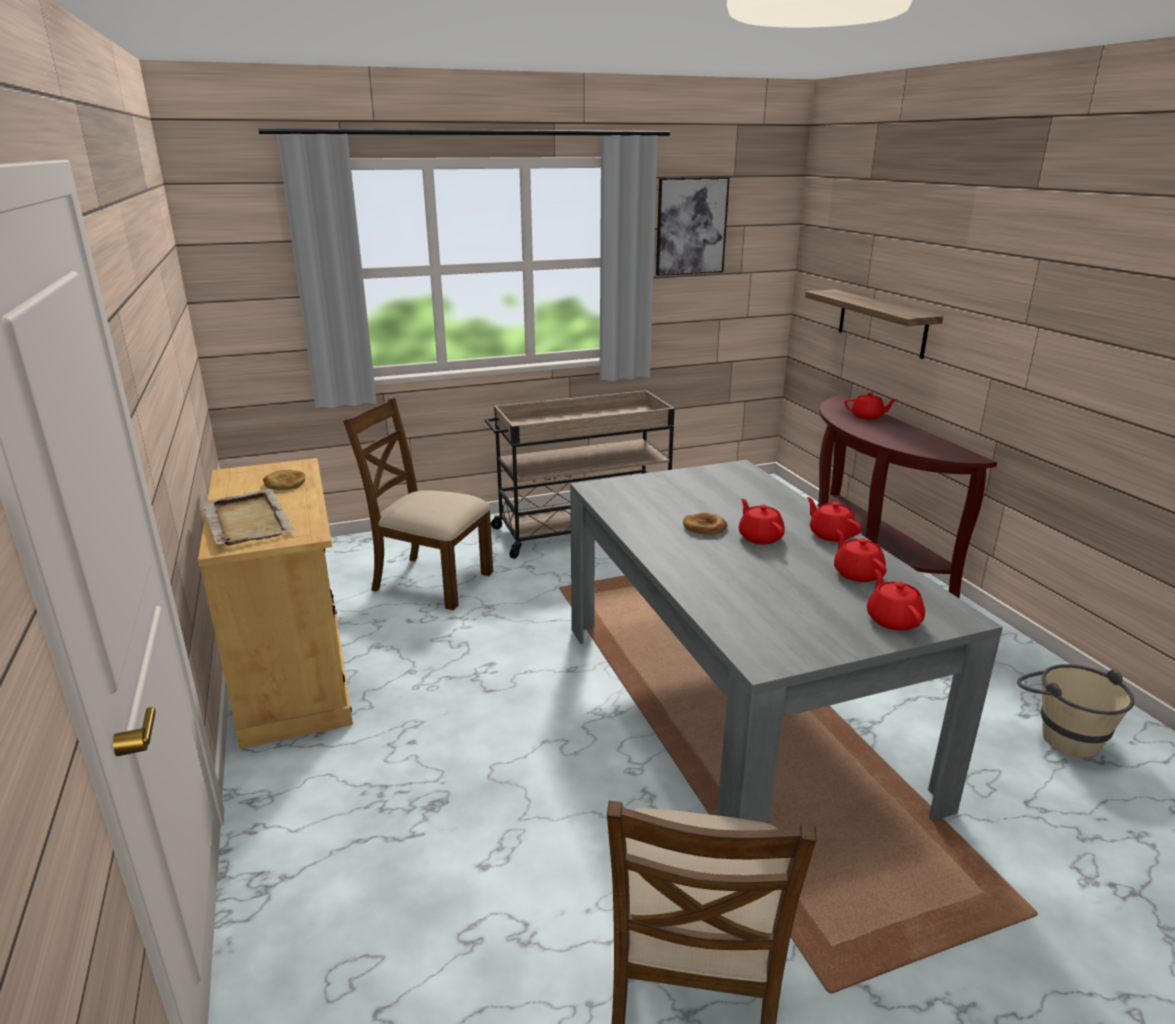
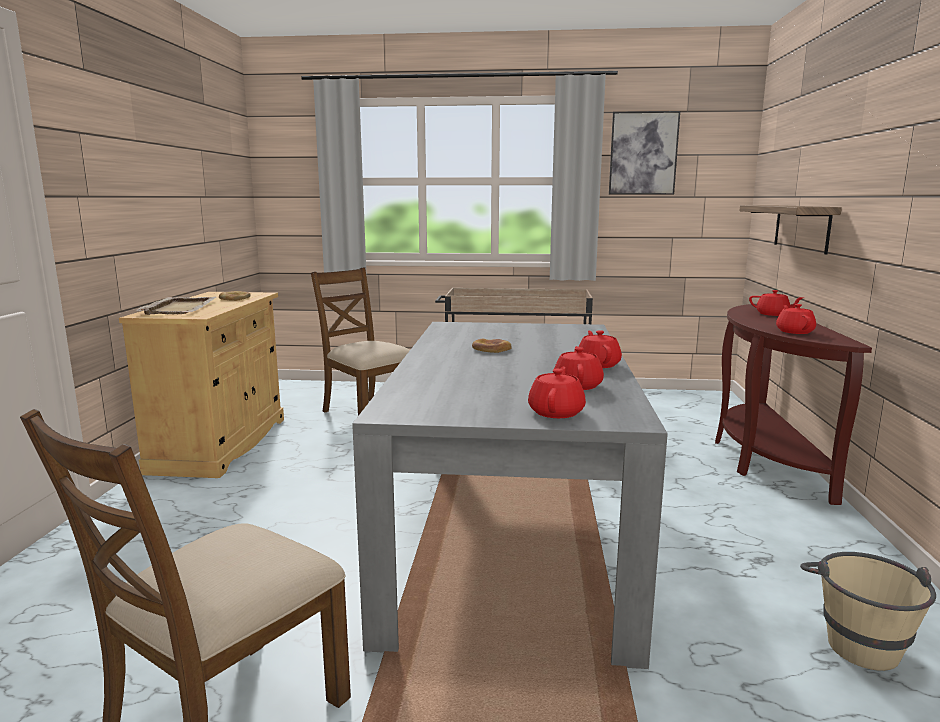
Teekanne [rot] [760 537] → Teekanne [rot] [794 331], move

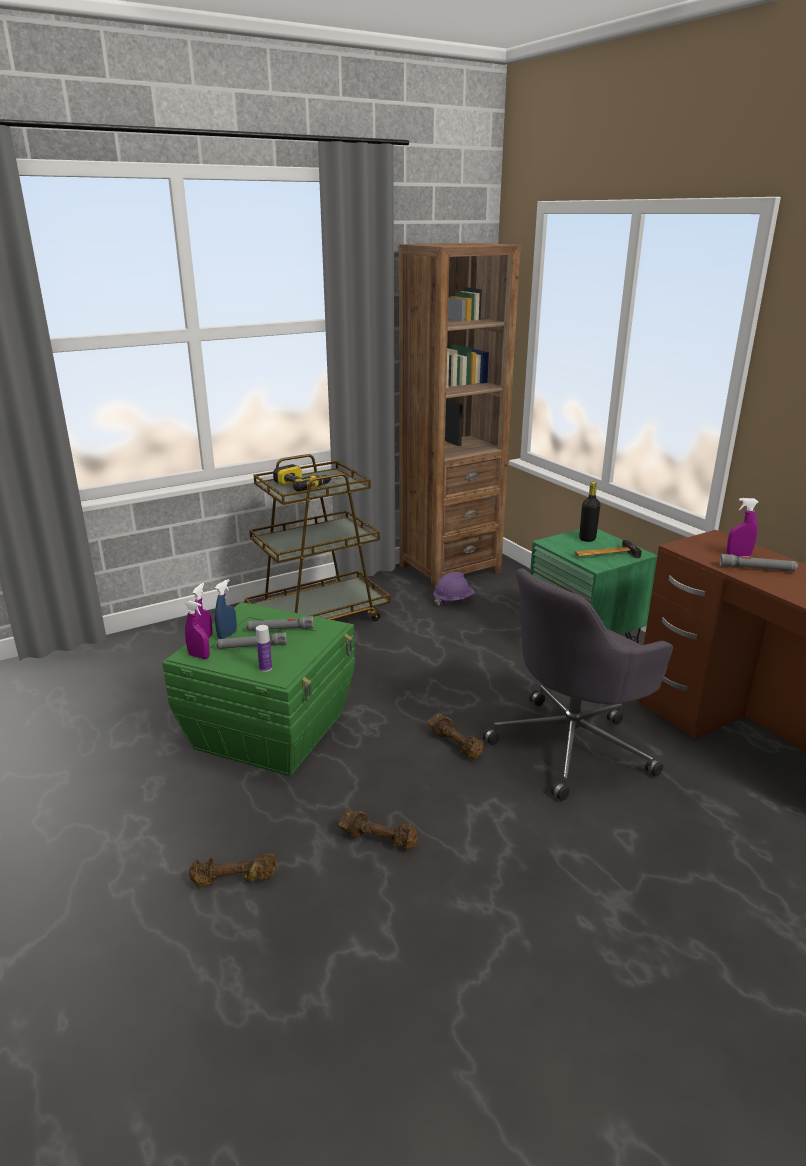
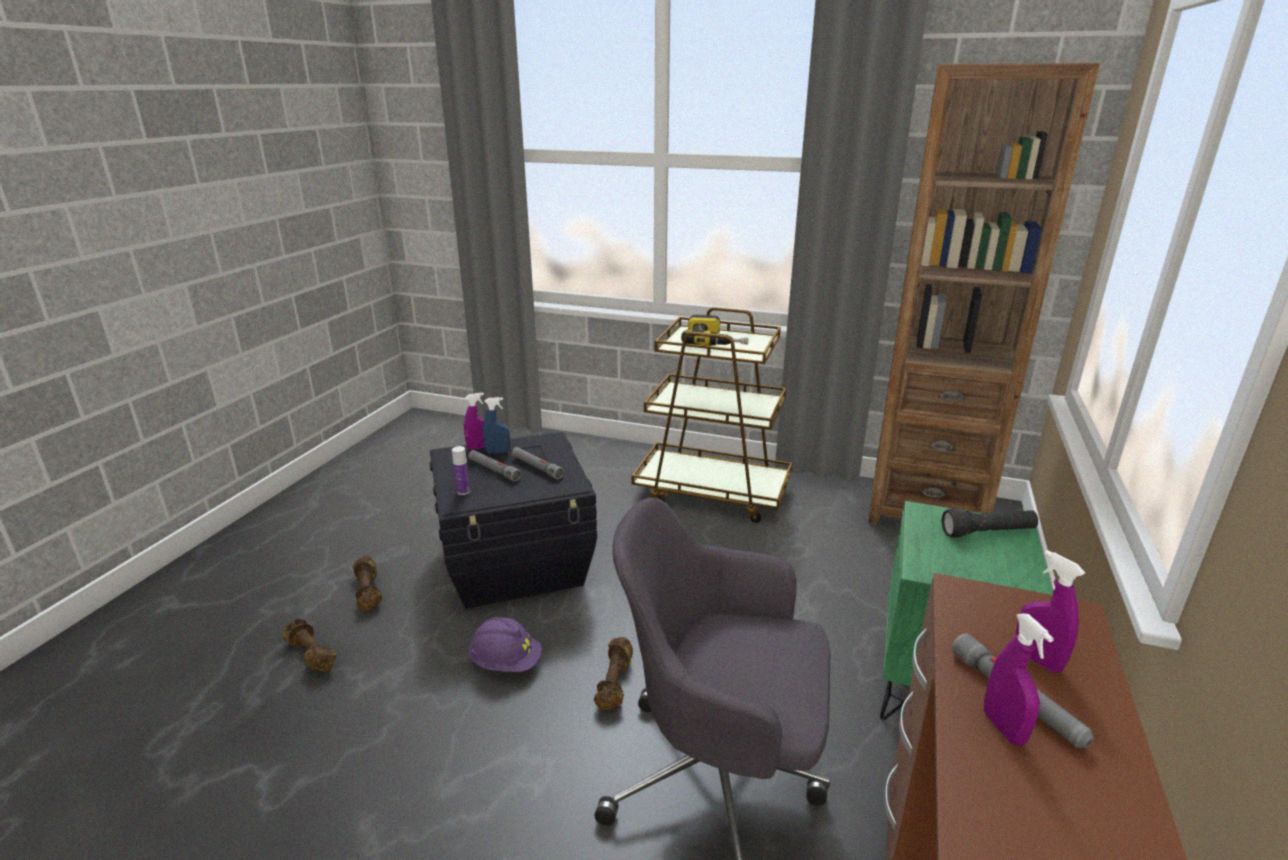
Flasche [schwarz] [587 539] → Taschenlampe [schwarz] [987 533]
Hammer [604 554] → -
Schutzhelm [lila] [453 600] → Schutzhelm [lila] [506 662], move
Sprühflasche [lila] [199 656] → Sprühflasche [lila] [1003 728], move
Aufbewahrungsbox [grün] [271 729] → Aufbewahrungsbox [schwarz] [518 563]
Hantel [braun] [379 839] → Hantel [braun] [369 592], move

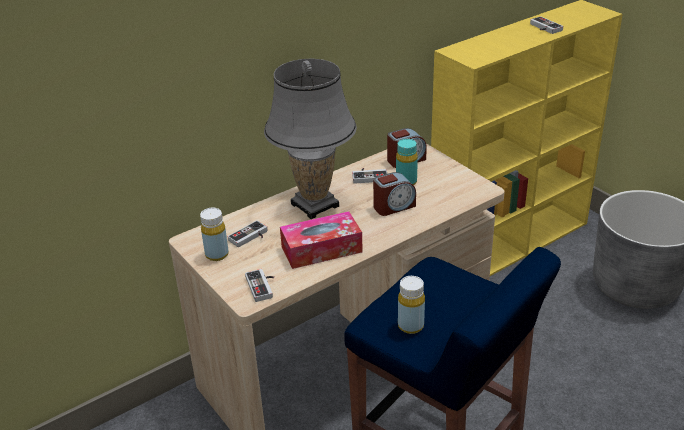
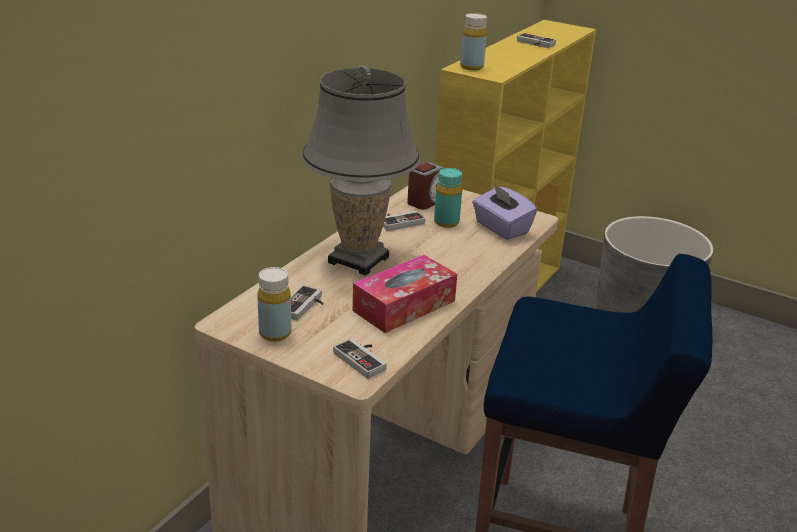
Wecker [394 206] → -
Flasche [gelb] [410 326] → Flasche [gelb] [471 67], move
- → Taschentuchbox [lila] [501 228]

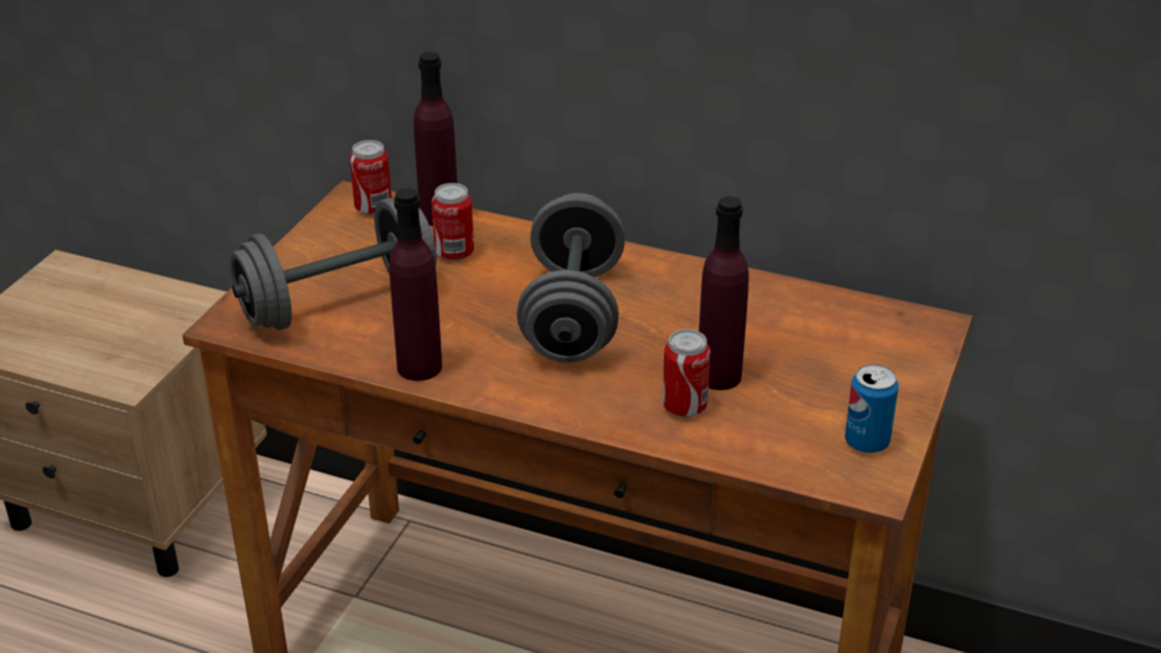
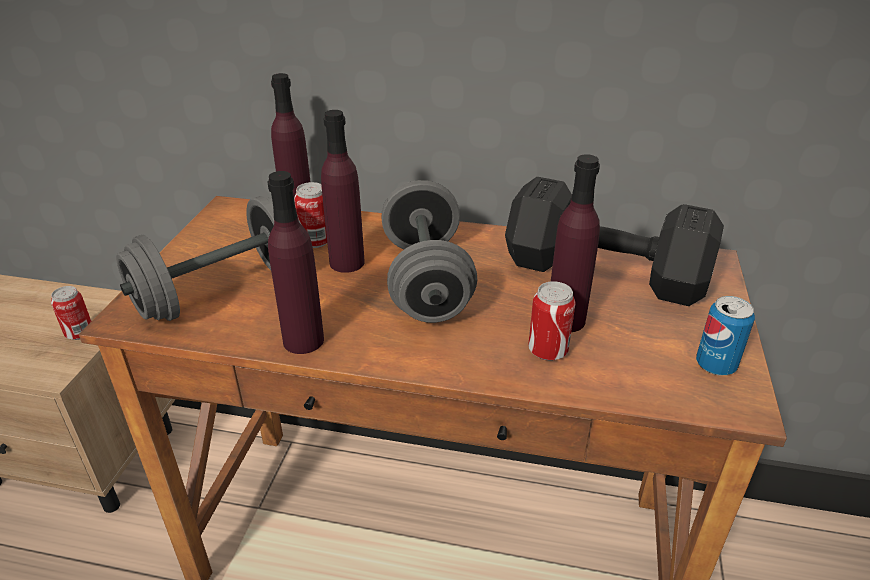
Dose [373 208] → Dose [79 333], move
- → Flasche [lila] [347 262]
- → Hantel [schwarz] [608 275]

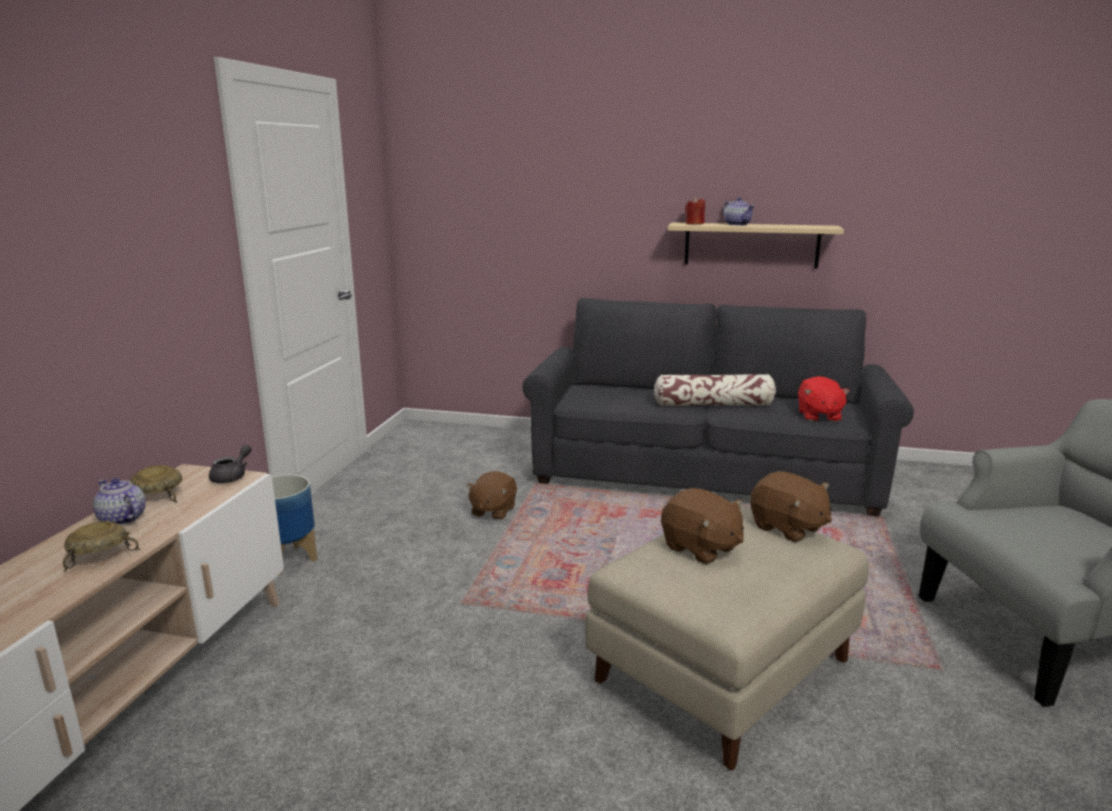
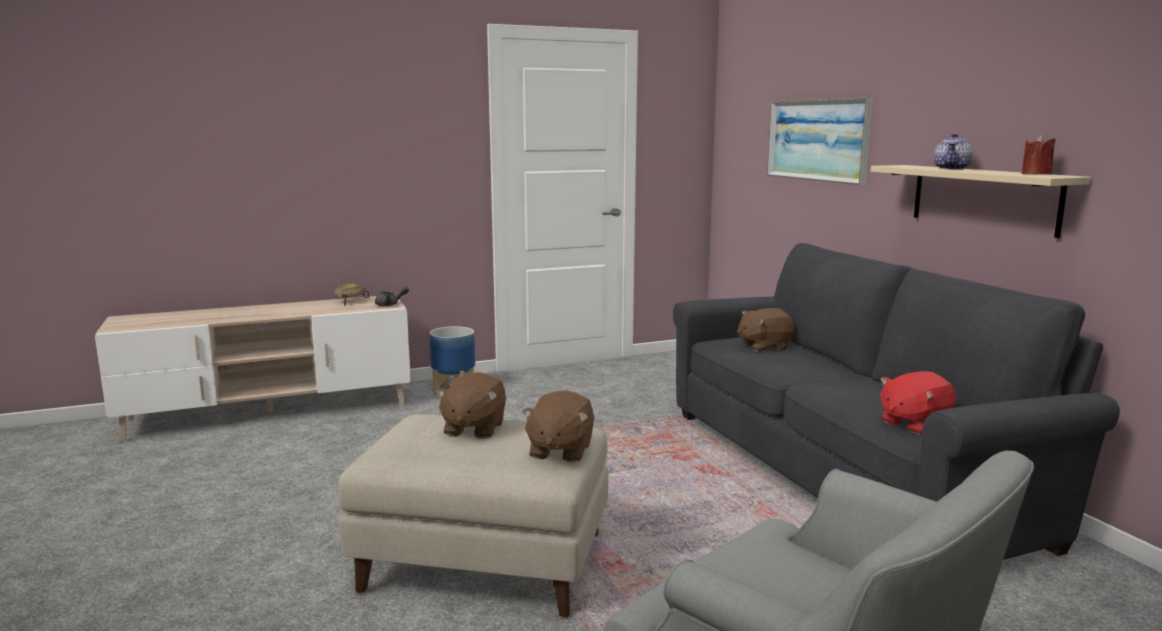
Kerze [rot] [694 224] → Kerze [rot] [1036 174], move
Kissen [713 405] → -
Plüschtier [braun] [493 511] → Plüschtier [braun] [764 346], move
Teekanne [121 519] → -
Schüssel [beige] [101 556] → -
- → Bild [817 140]

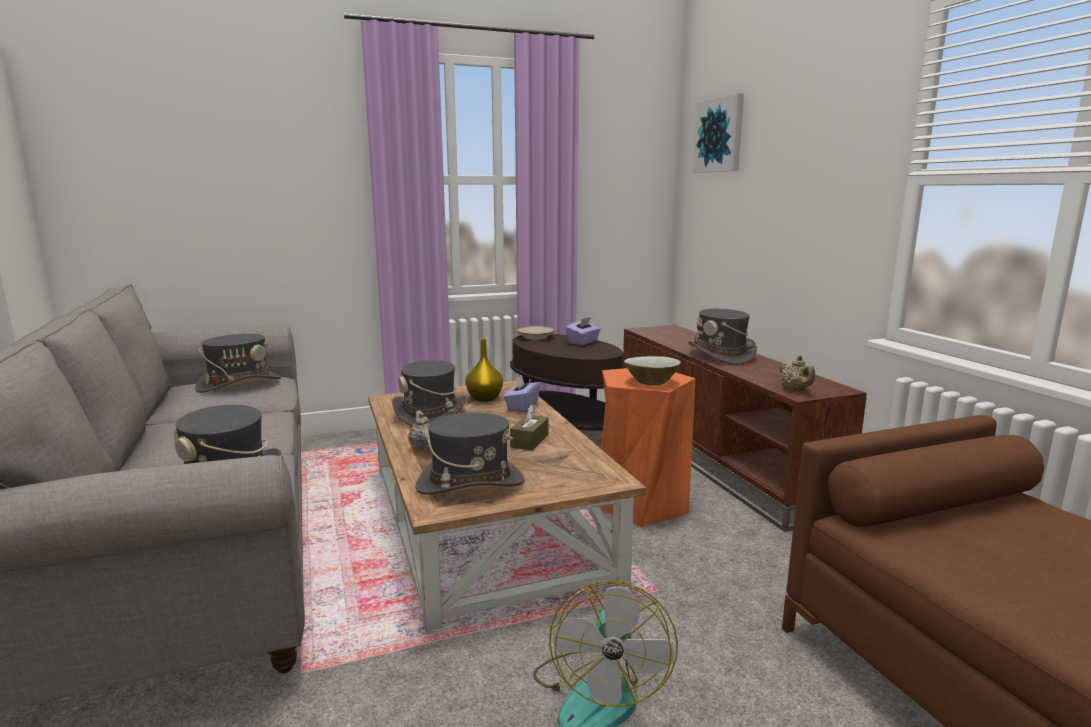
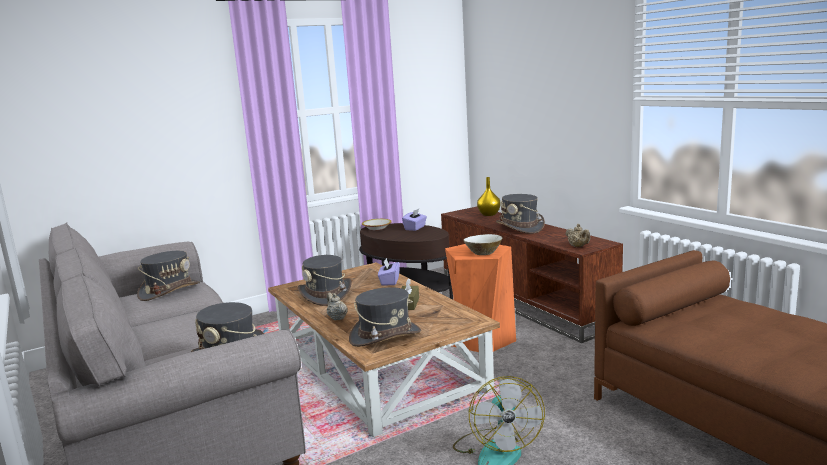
Bild [719 135] → -
Vase [gelb] [485 399] → Vase [gelb] [489 214], move

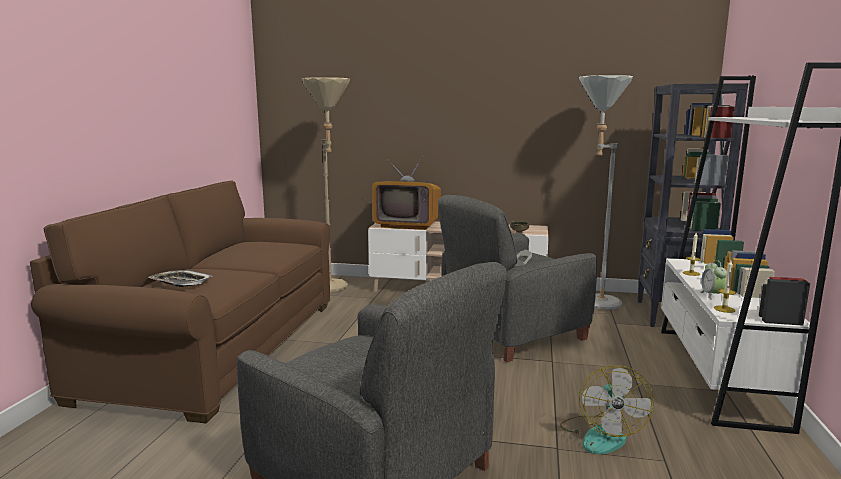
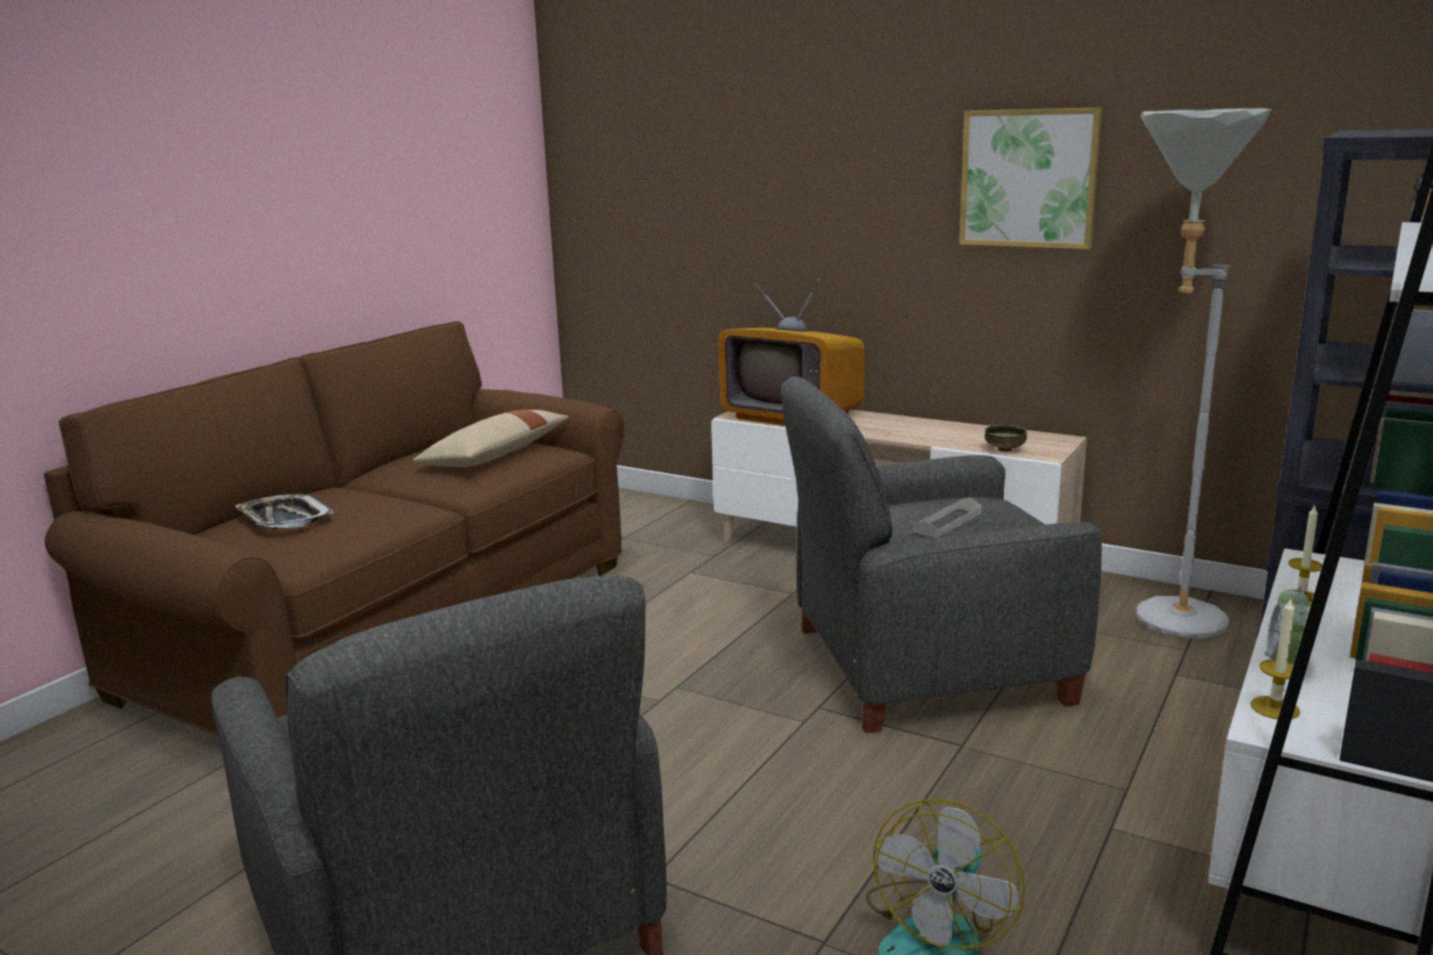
Stehlampe [beige] [332 289] → -
- → Bild [1028 178]
- → Kissen [beige] [496 455]

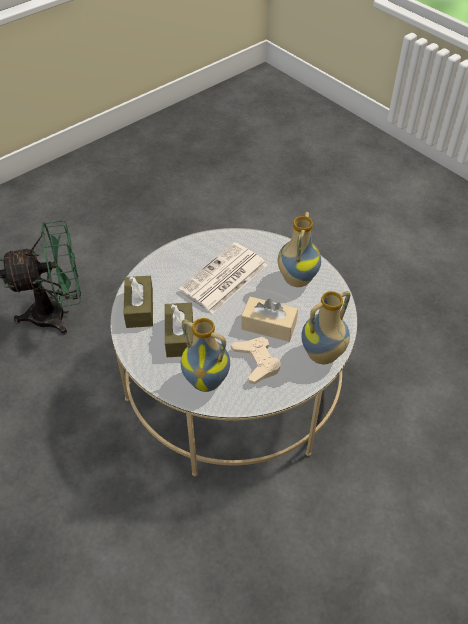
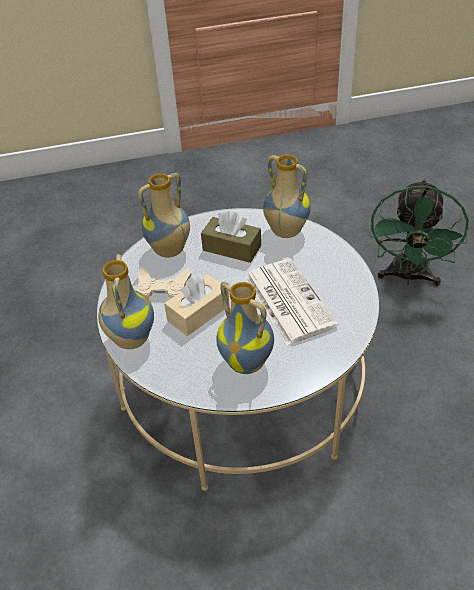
Taschentuchbox [braun] [139 308] → Vase [285 232]

